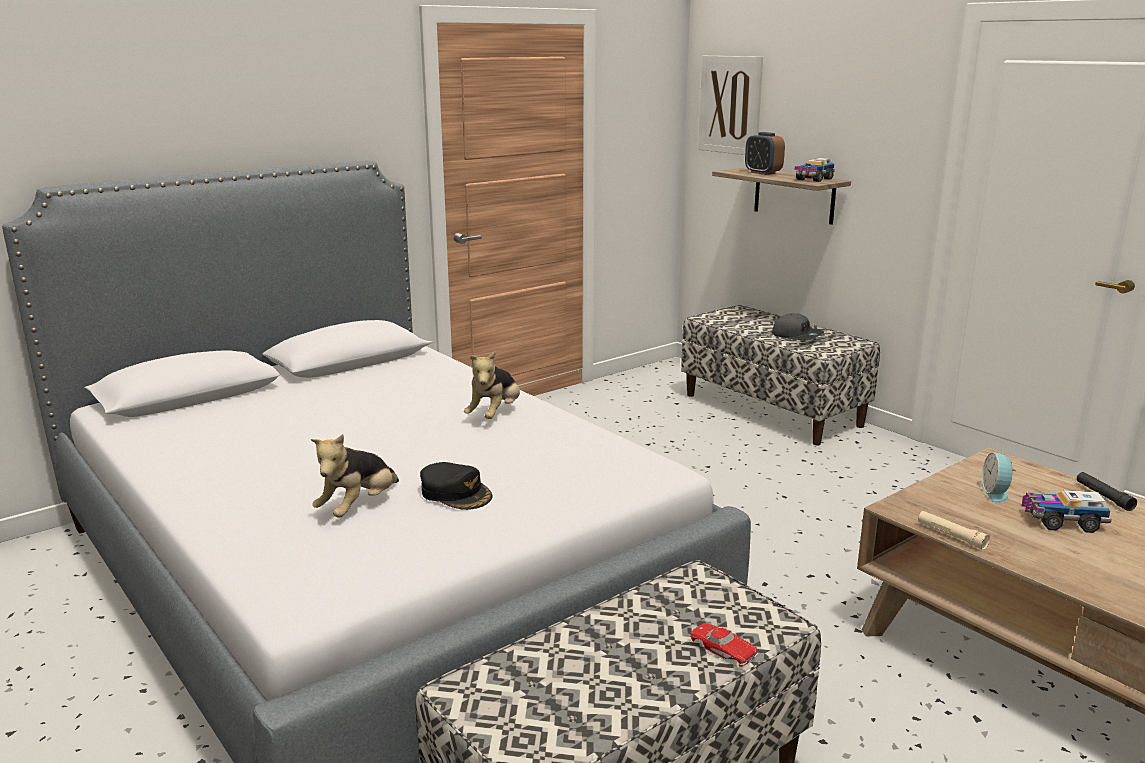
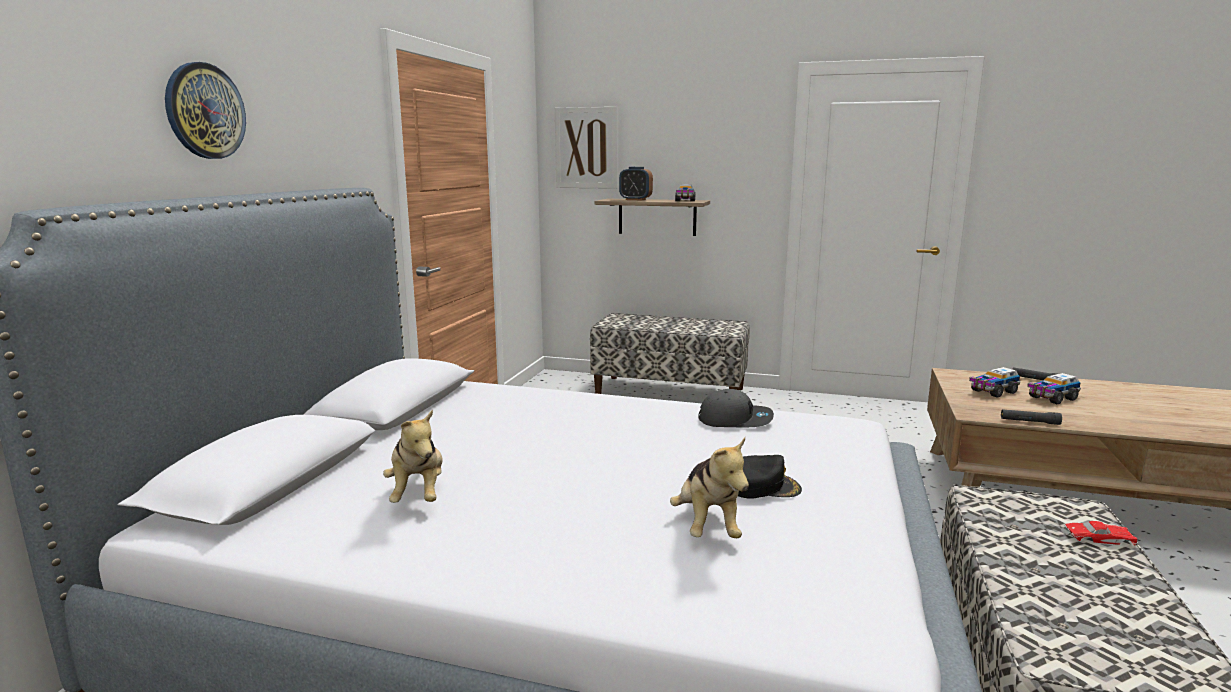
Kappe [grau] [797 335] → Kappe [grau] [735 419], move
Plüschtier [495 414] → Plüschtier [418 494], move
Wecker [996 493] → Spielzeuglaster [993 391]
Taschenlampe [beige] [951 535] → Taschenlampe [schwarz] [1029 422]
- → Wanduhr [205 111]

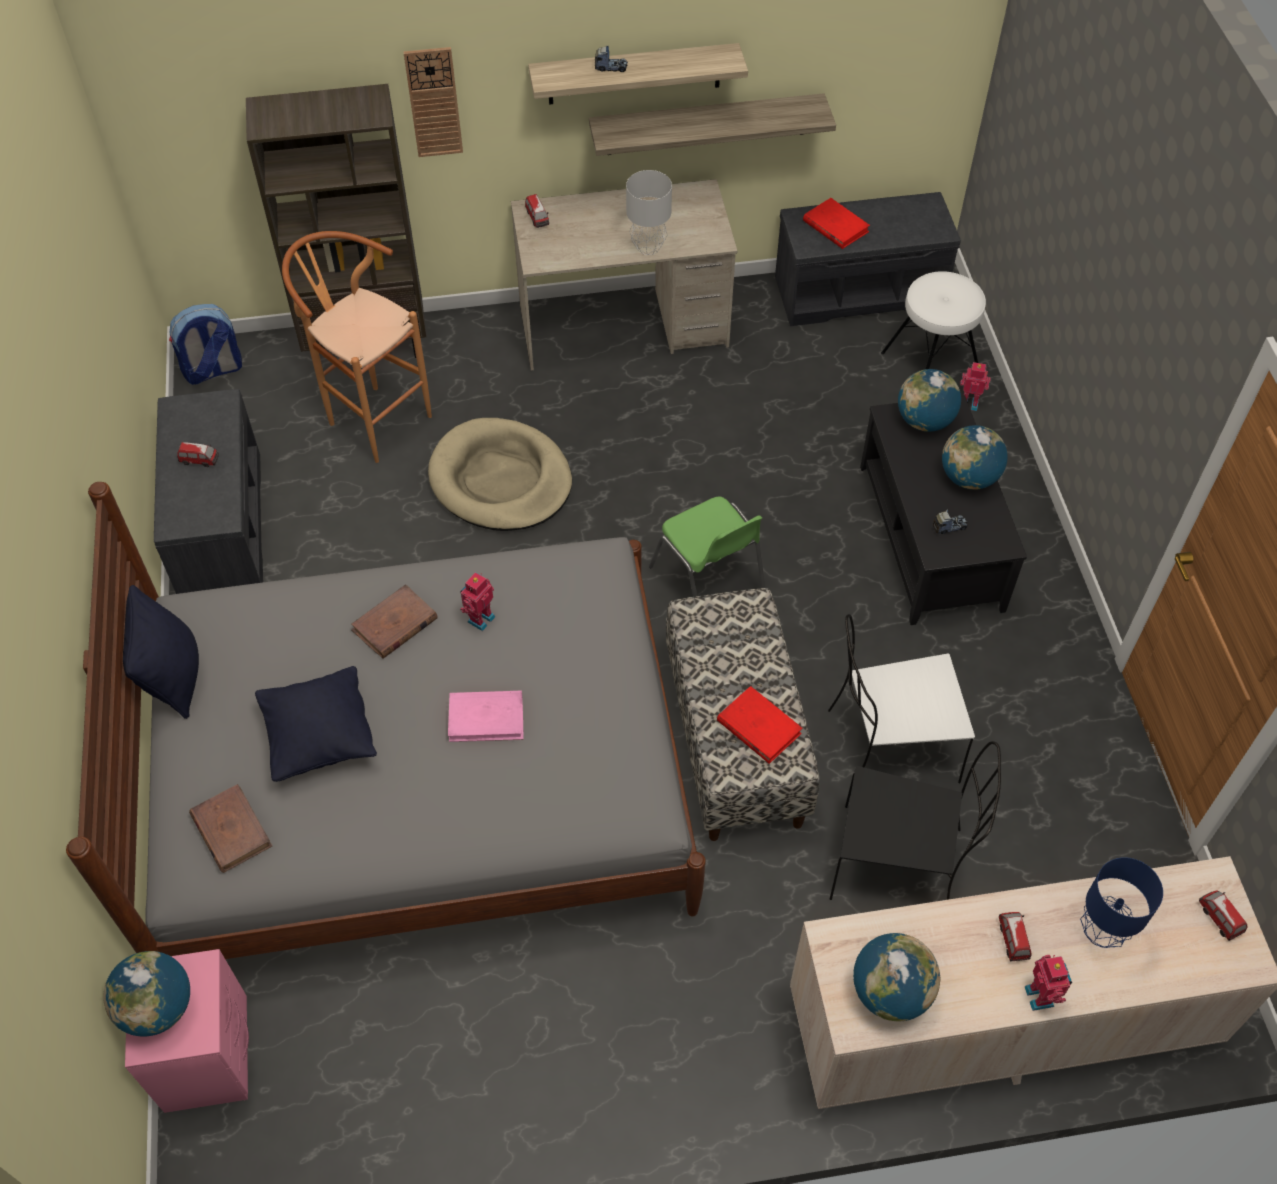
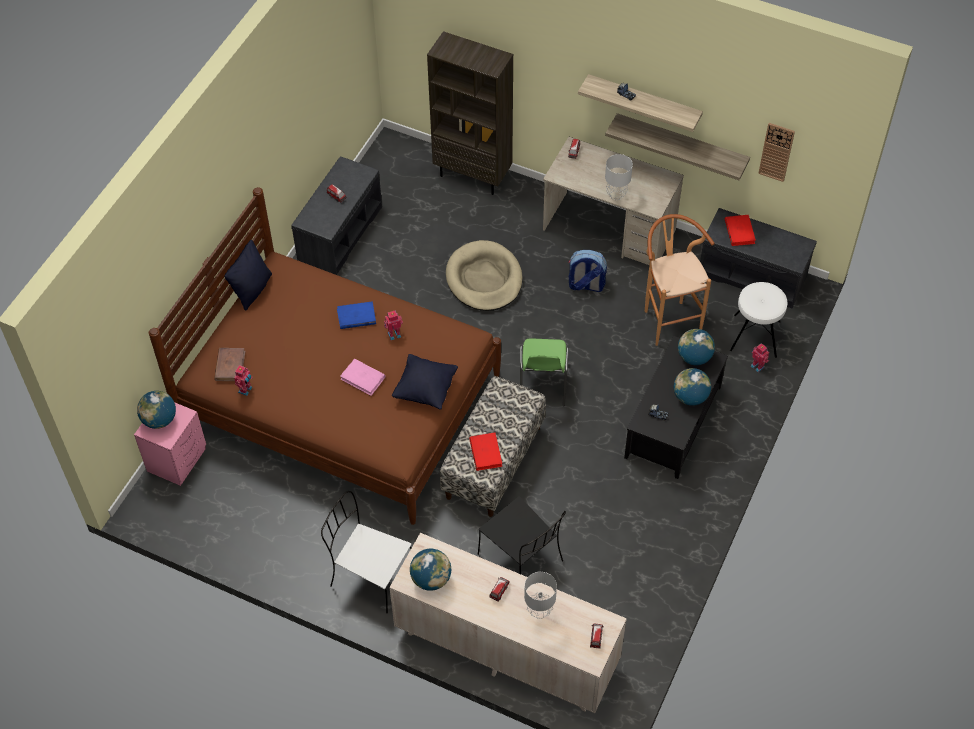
Wanduhr [434 102] → Wanduhr [776 152], move
Hocker [braun] [371 417] → Hocker [braun] [668 318], move
Rucksack [213 371] → Rucksack [585 285], move
Bett [grau] [424 785] → Bett [braun] [341 401]
Buch [braun] [394 625] → Buch [blau] [356 317]
Stuhl [weiß] [889 746] → Stuhl [weiß] [370 576], move
Kissen [schwarz] [320 738] → Kissen [schwarz] [425 390], move
Tischlampe [blau] [1099 931] → Tischlampe [grau] [539 611]
Spielzeugroboter [1041 996] → Spielzeugroboter [246 390], move

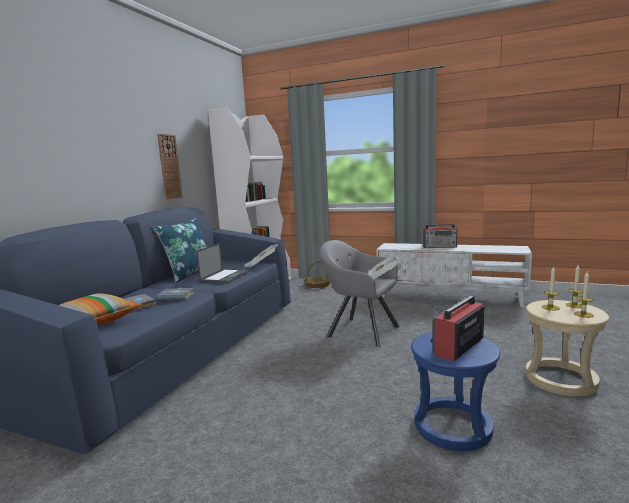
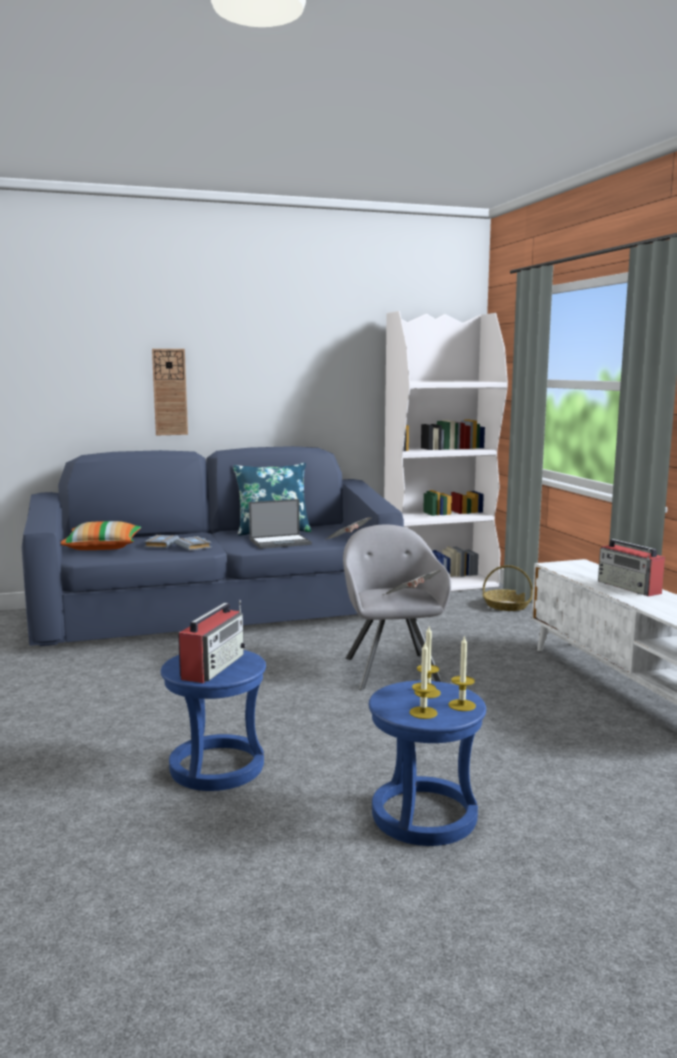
Wanduhr [169 166] → Wanduhr [170 392], move
Radio [458 347] → Radio [213 666], 105 degrees clockwise
Hocker [beige] [560 379] → Hocker [blau] [425 815]

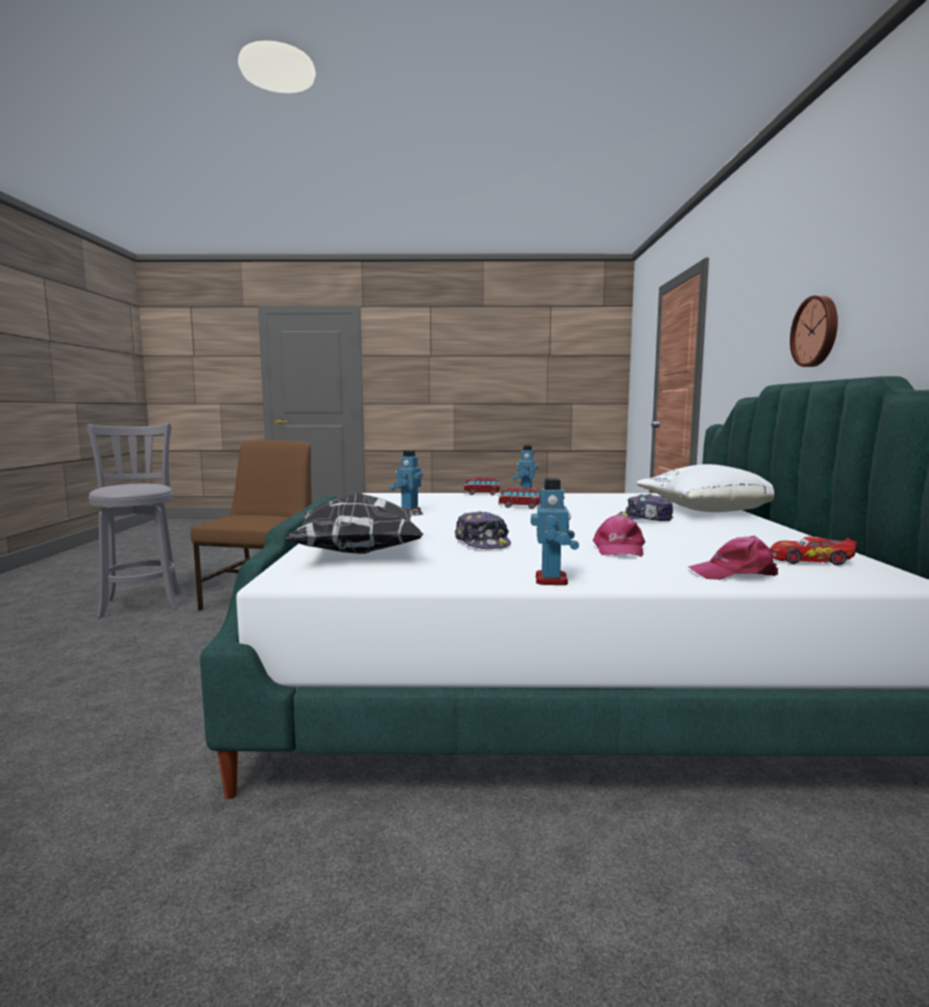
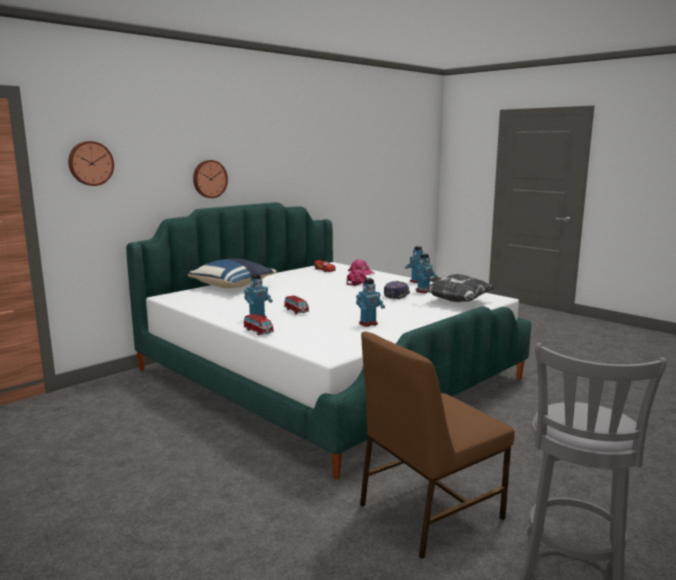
Kissen [weiß] [708 511] → Kissen [blau] [233 286]
Kappe [643 520] → -
- → Wanduhr [90 163]
- → Spielzeugroboter [424 291]

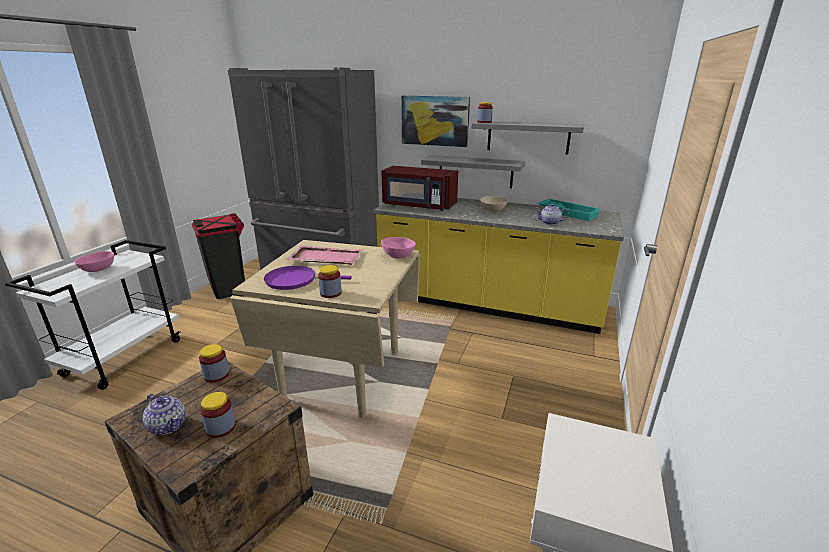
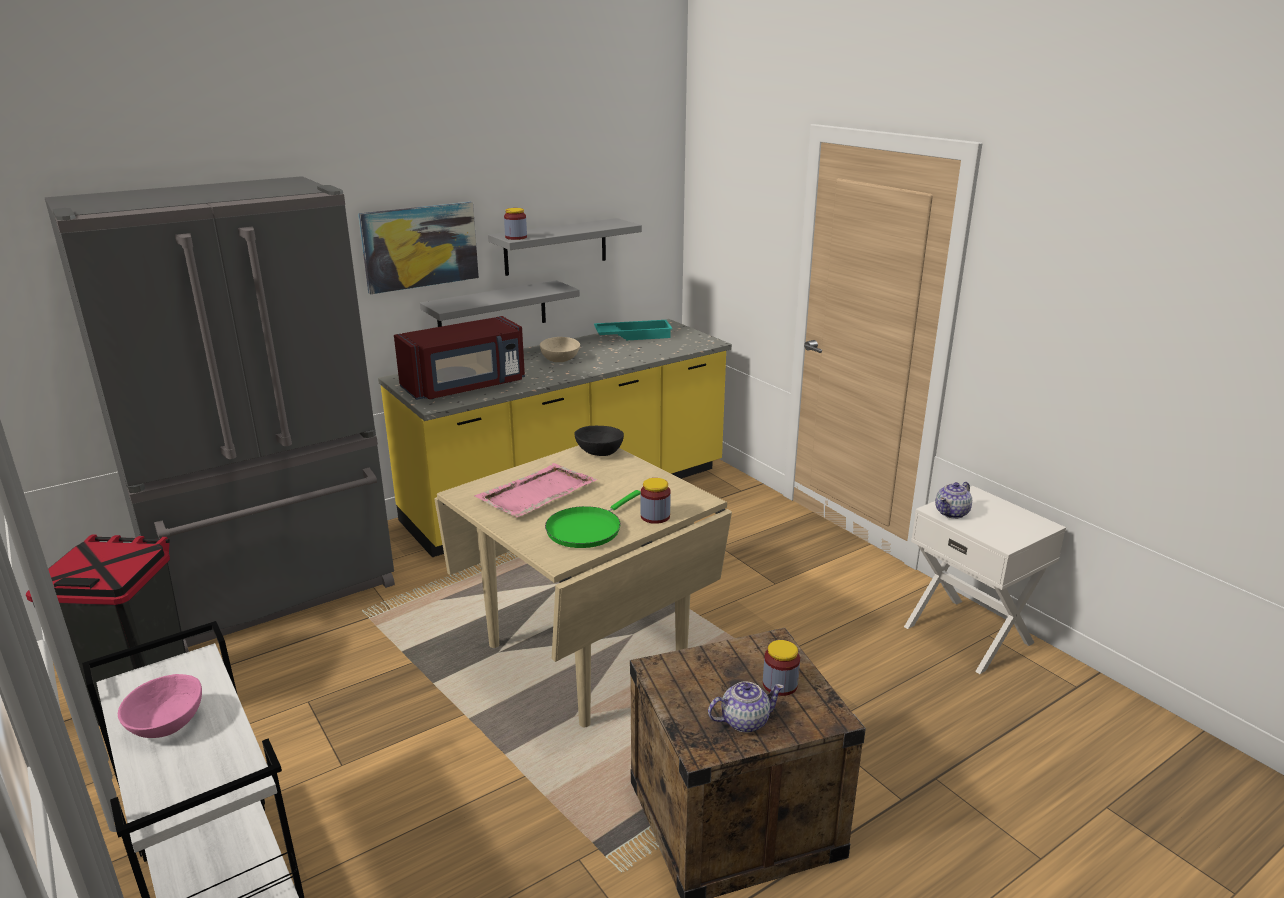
Teekanne [550 223] → Teekanne [952 513], move
Schüssel [rosa] [398 255] → Schüssel [schwarz] [599 452]
Pfanne [lila] [295 281] → Pfanne [grün] [587 529]
Vorratsglas [216 375] → -

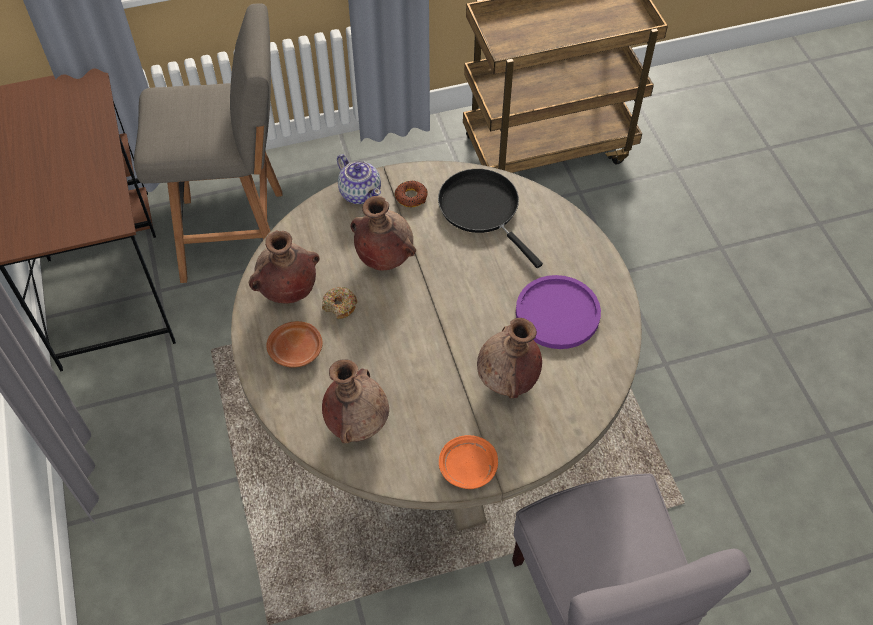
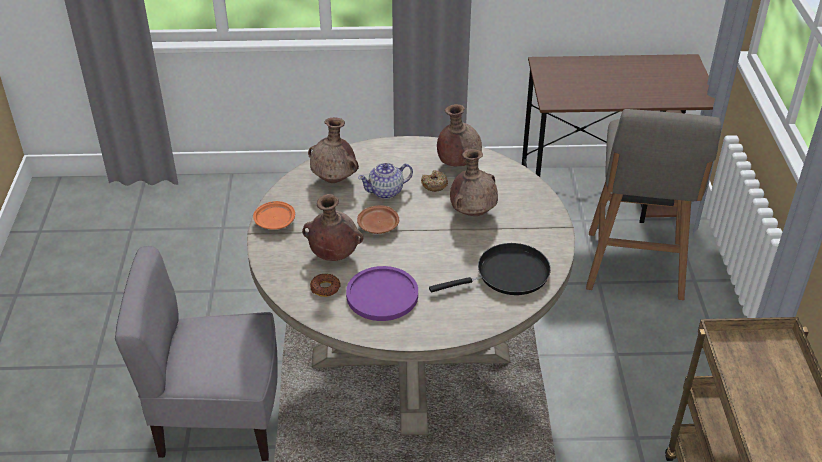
Teekanne [360 193] → Teekanne [386 191], move
Donut [411 197] → Donut [325 288], move
Teller [braun] [296 350] → Teller [braun] [378 226], move

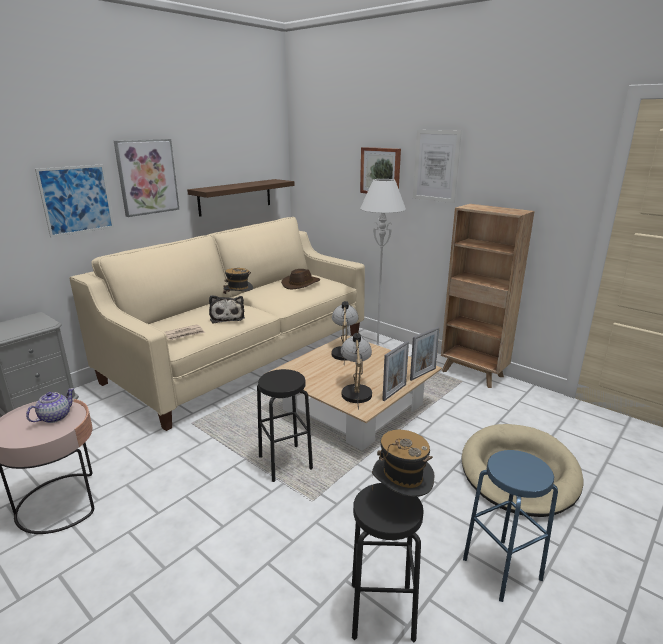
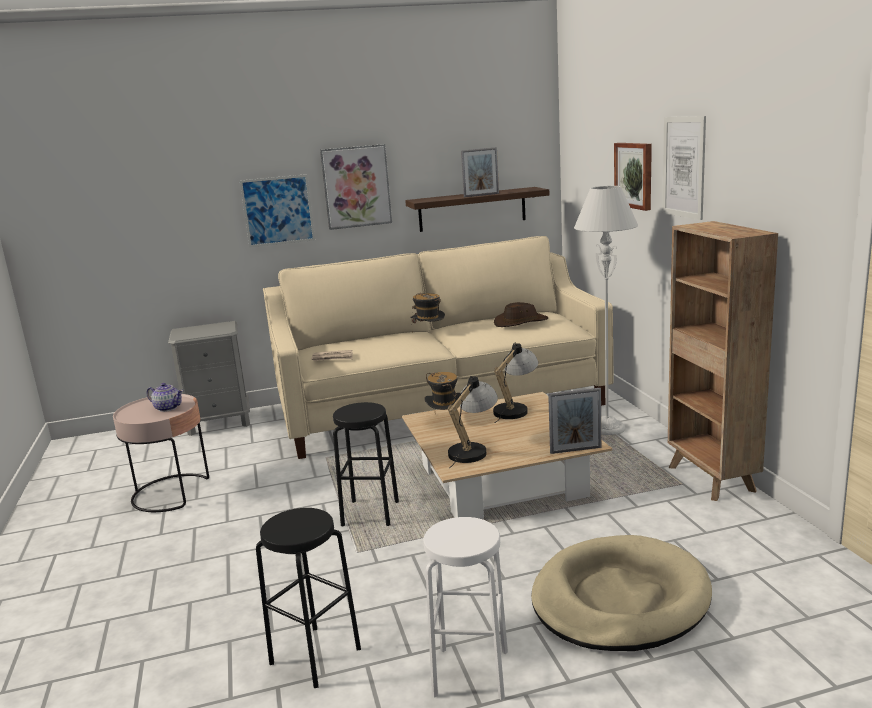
Plüschtier [227 317] → -
Bilderrahmen [394 392] → Bilderrahmen [481 195], move
Teekanne [54 417] → Teekanne [167 408], 45 degrees clockwise
Hut [401 500] → Hut [445 421], move
Hocker [blau] [501 569] → Hocker [weiß] [470 673]

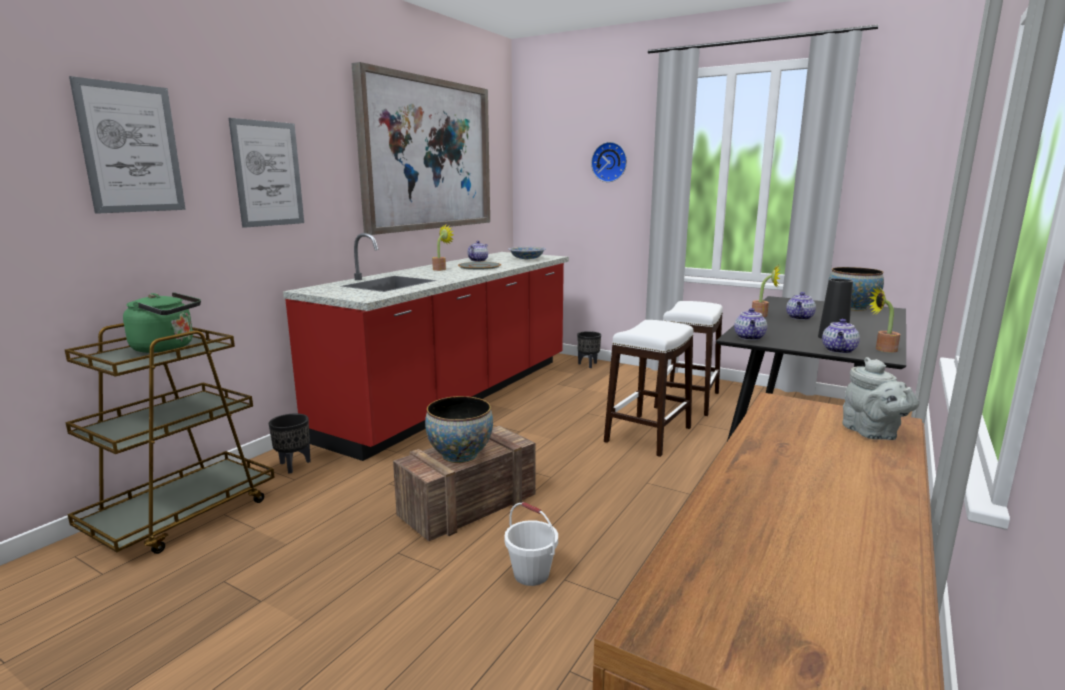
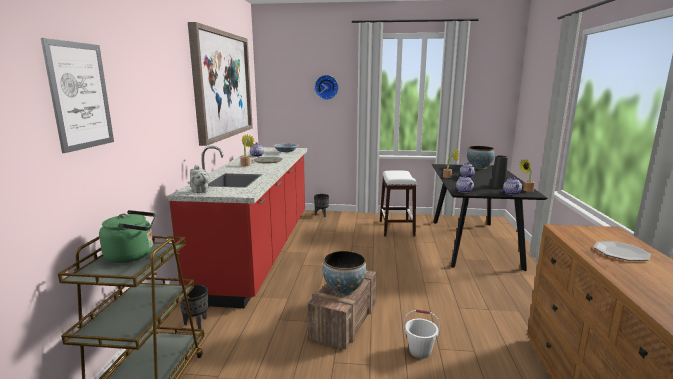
Bild [268 174] → -
Hocker [weiß] [647 434] → -
Teekanne [grau] [872 433] → Teekanne [grau] [200 191], move
- → Teller [621 252]

